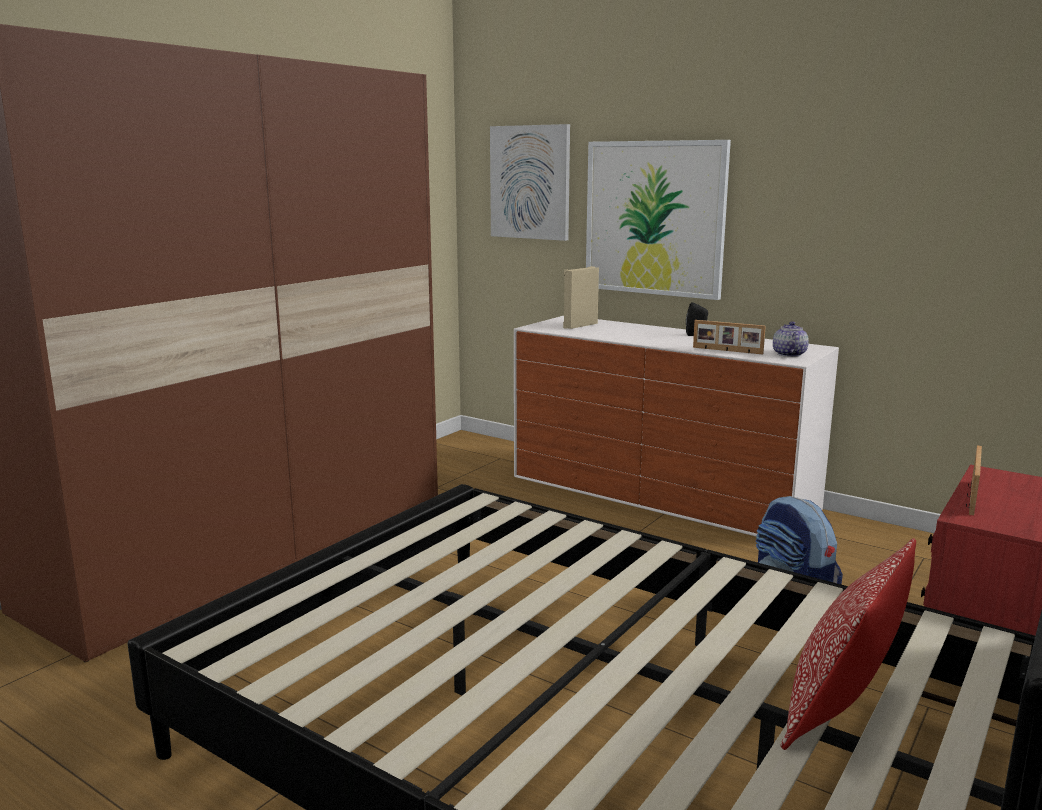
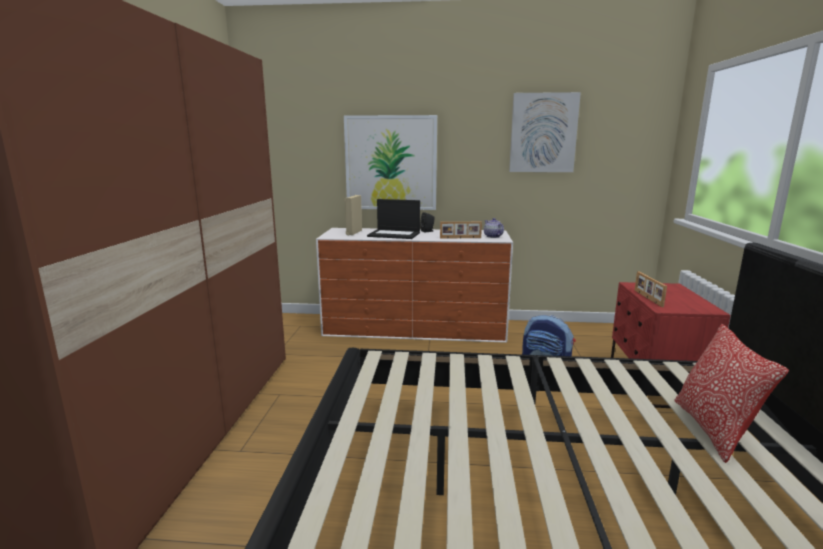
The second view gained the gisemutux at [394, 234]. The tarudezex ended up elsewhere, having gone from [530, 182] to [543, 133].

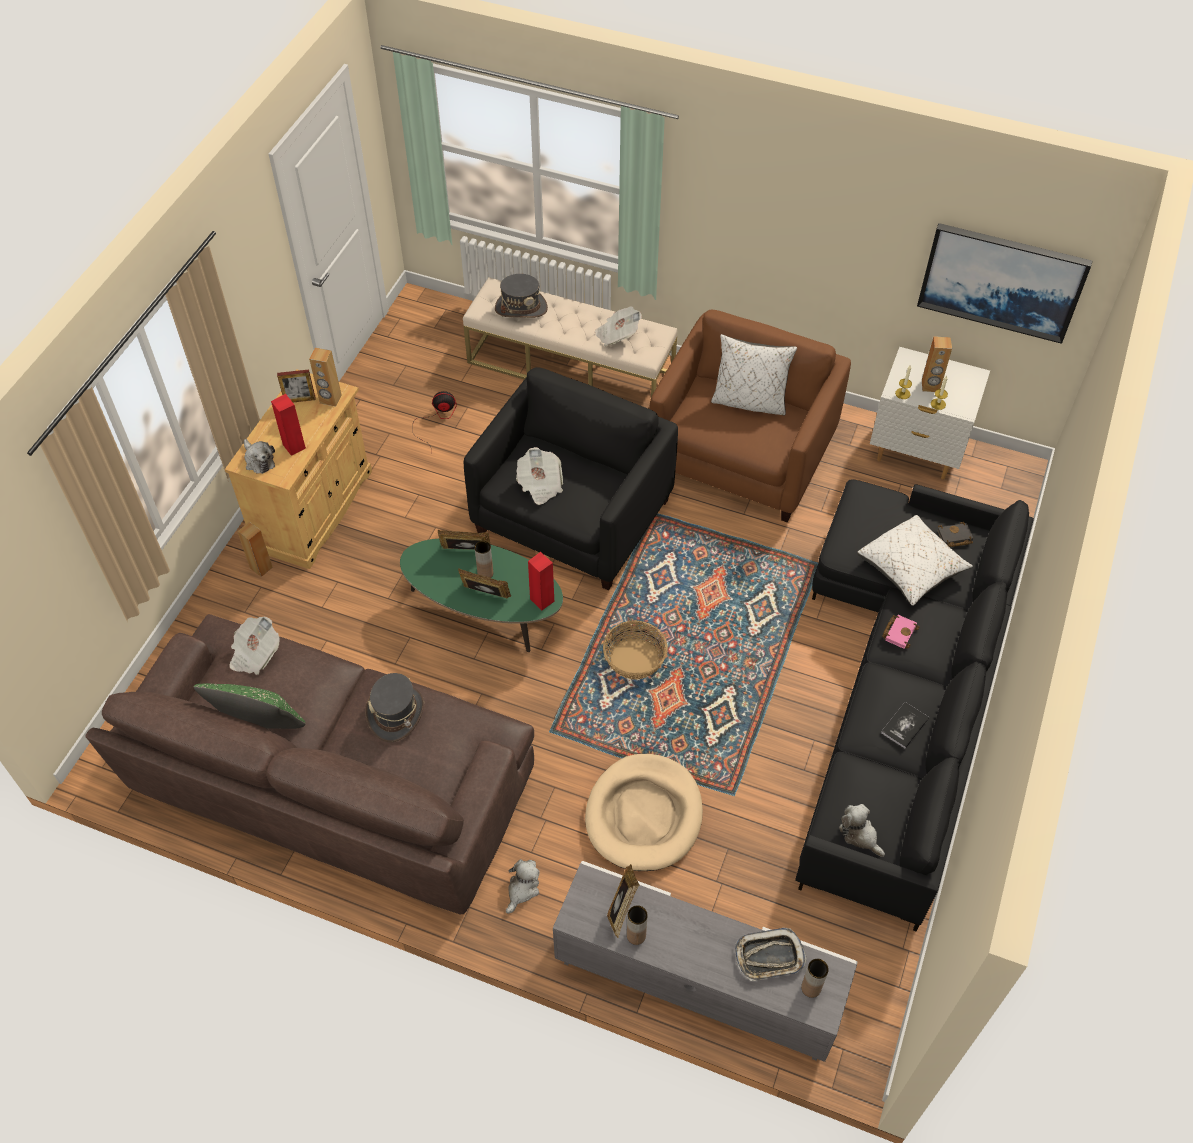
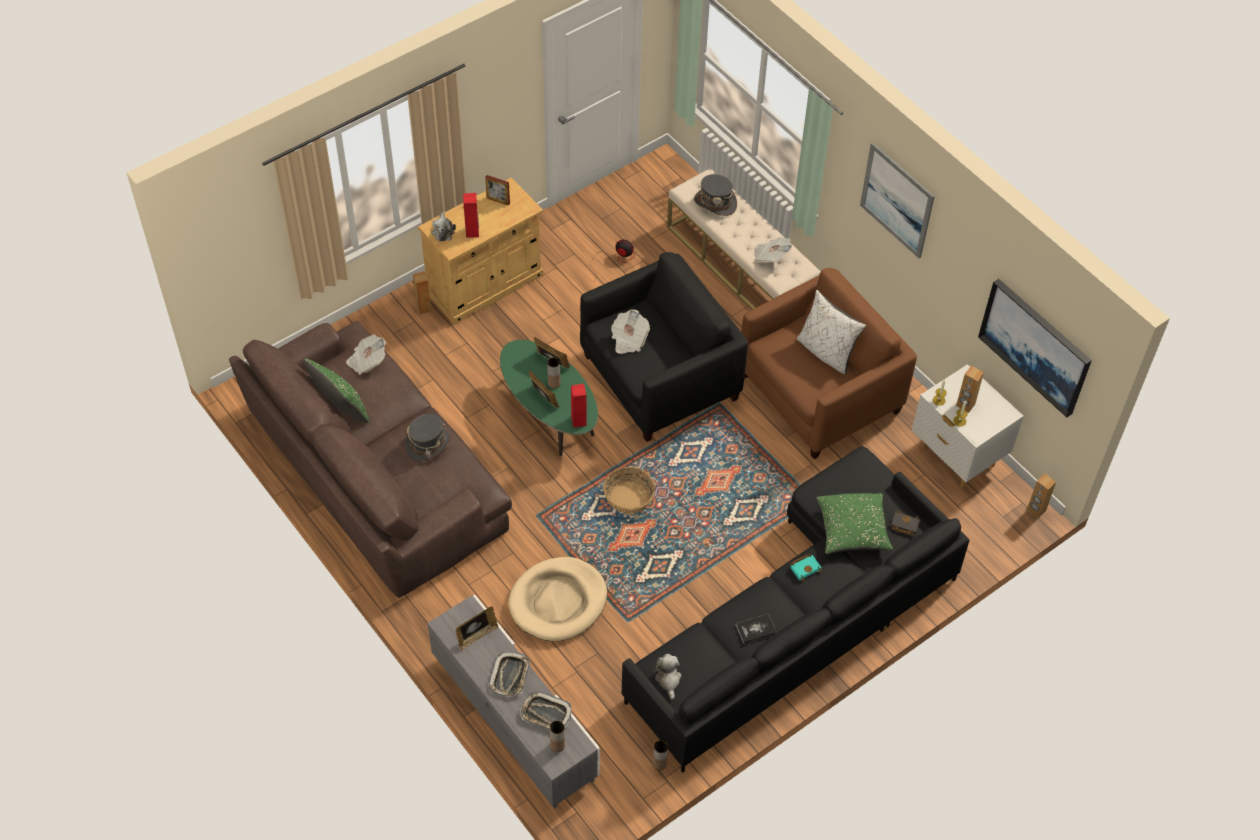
The second view gained the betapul at [510, 676]. The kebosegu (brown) ended up elsewhere, having gone from [636, 935] to [659, 763]. What was the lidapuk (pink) at [899, 632] turned into the lidapuk (turquoise) at [805, 567]. What was the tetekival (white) at [911, 569] turned into the tetekival (green) at [852, 530]. The second view gained the tarudezex at [897, 200]. The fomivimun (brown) ended up elsewhere, having gone from [330, 399] to [1036, 510]. The second view lost the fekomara at [522, 889].

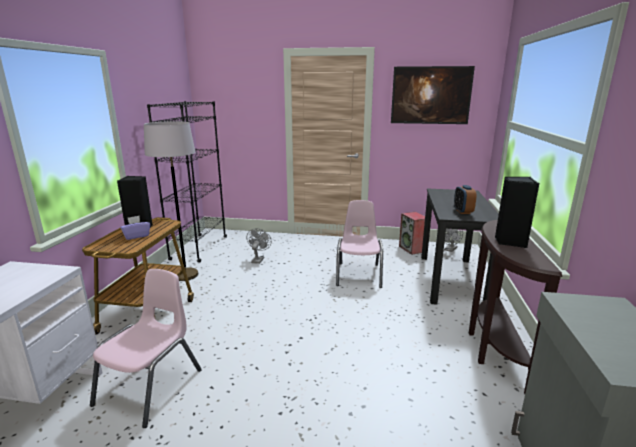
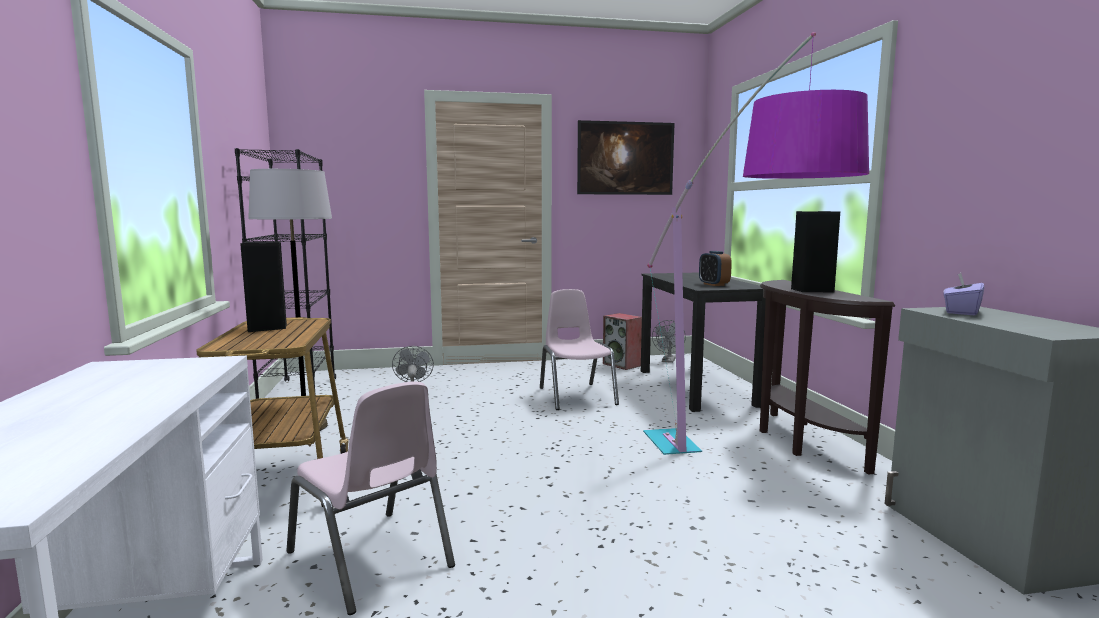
The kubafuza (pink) at [151, 387] ended up facing another way, 135 degrees clockwise from before. The second view gained the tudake at [720, 491]. The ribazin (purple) ended up elsewhere, having gone from [136, 236] to [961, 312].

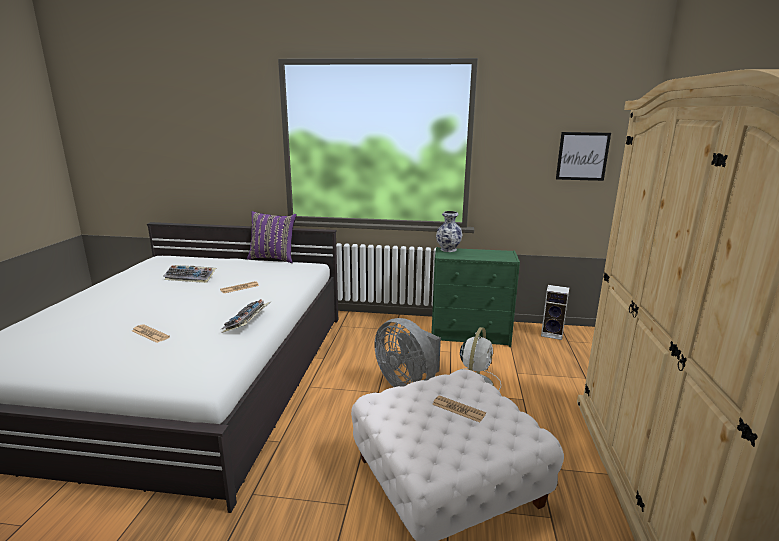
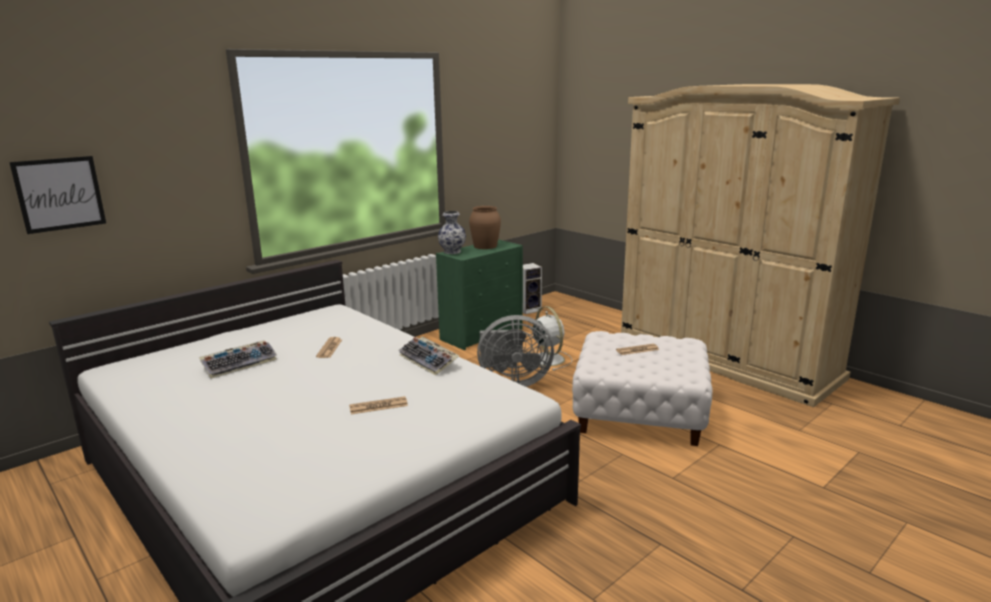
The tarudezex ended up elsewhere, having gone from [582, 156] to [60, 194]. The second view gained the kebosegu (brown) at [485, 246]. The second view lost the tetekival (purple) at [273, 258].

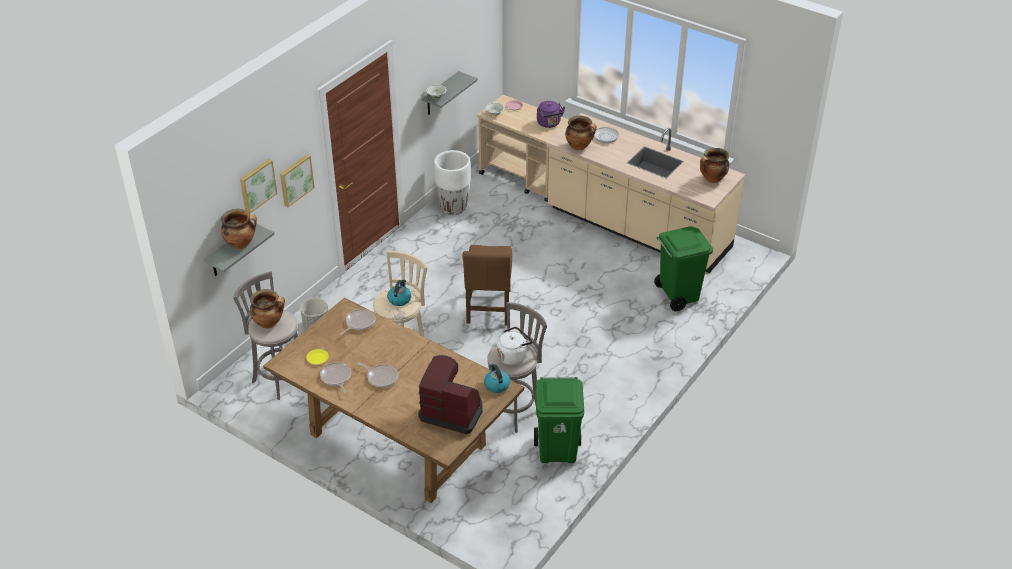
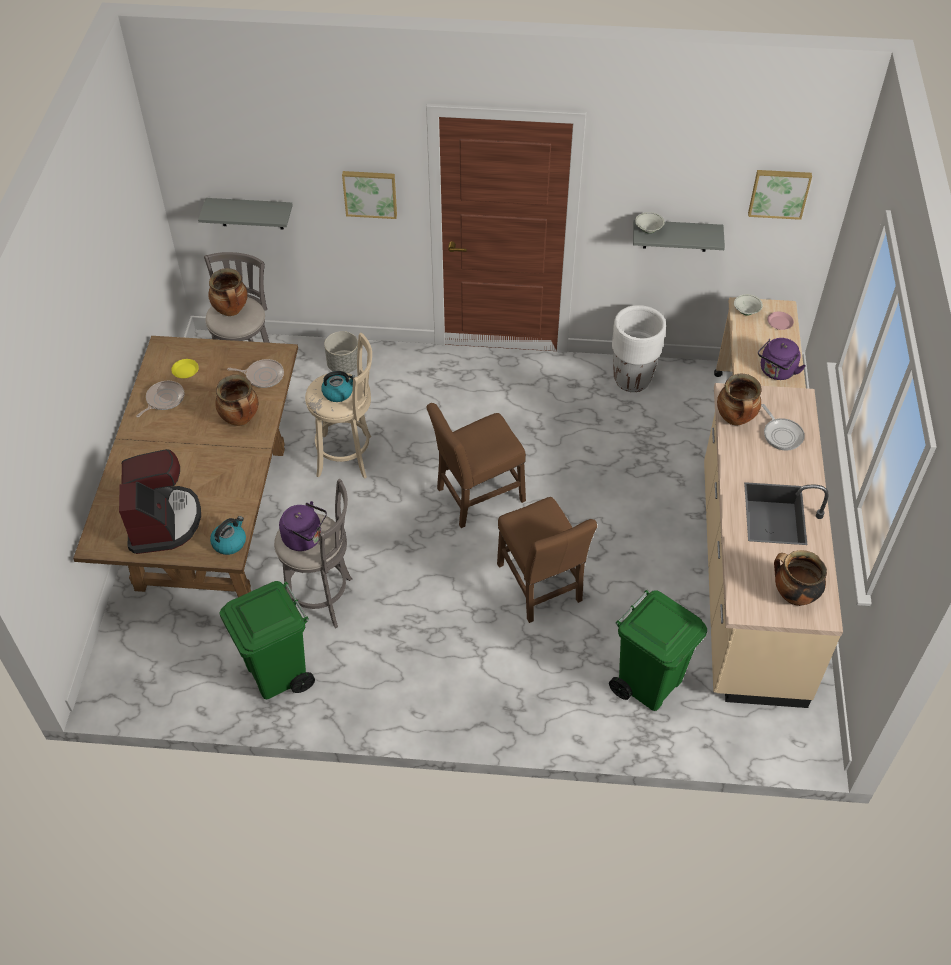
The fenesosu ended up elsewhere, having gone from [241, 244] to [241, 419]. What was the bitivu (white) at [513, 356] turned into the bitivu (purple) at [305, 538]. The second view gained the kubafuza (brown) at [540, 587]. The tarudezex ended up elsewhere, having gone from [257, 185] to [779, 193]. The second view lost the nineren at [381, 377].

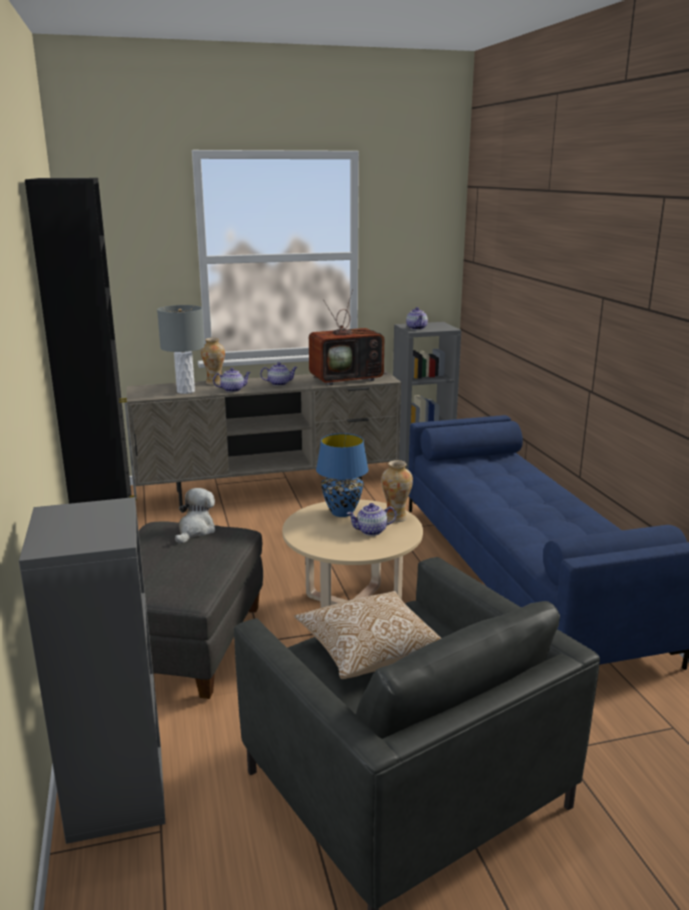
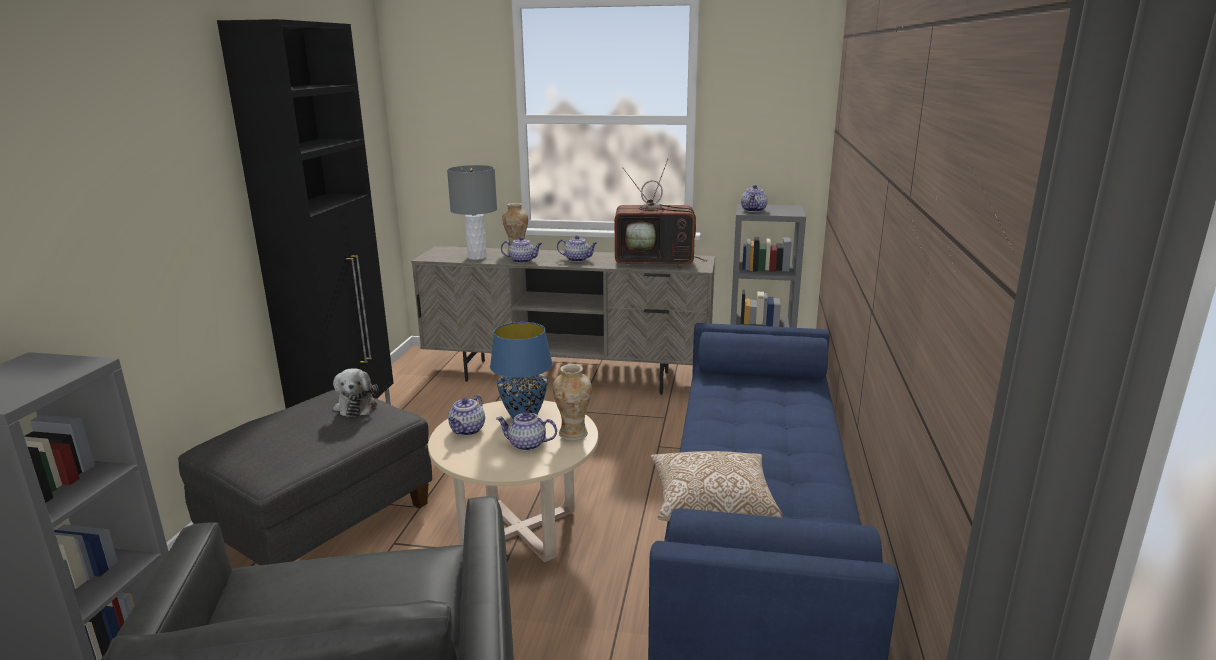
The fekomara at [195, 530] ended up facing another way, 120 degrees clockwise from before. The second view gained the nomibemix at [467, 430]. The tetekival ended up elsewhere, having gone from [369, 651] to [712, 504].

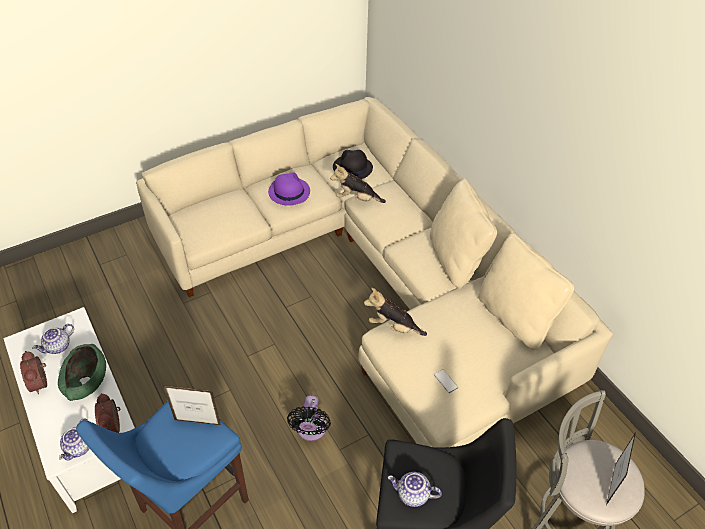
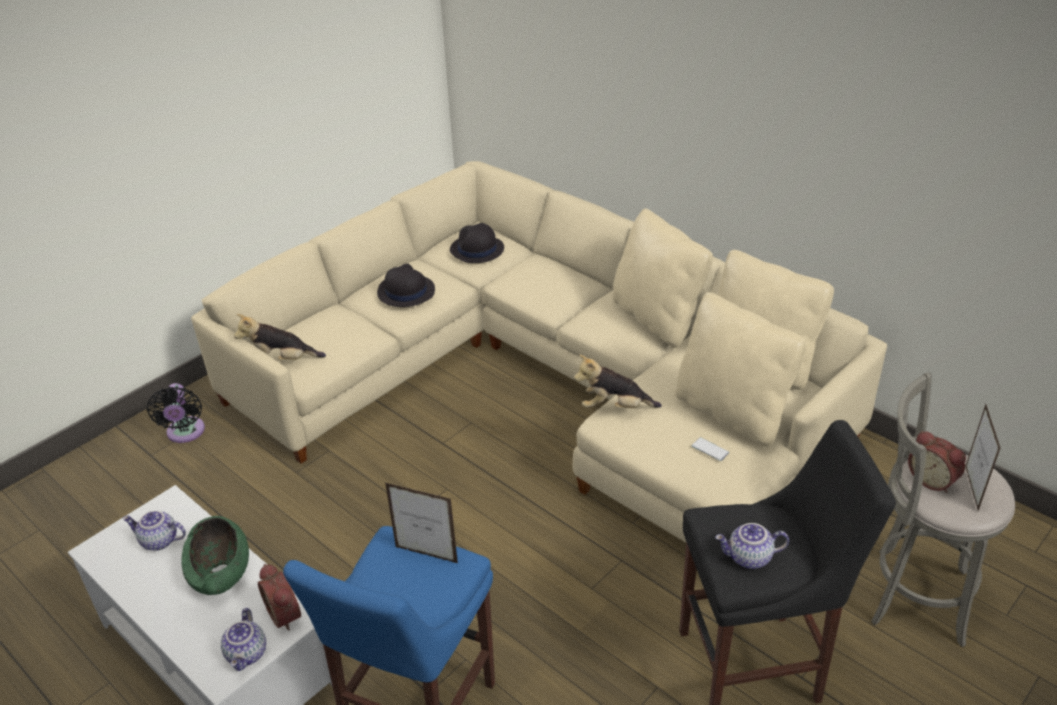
The nomibemix at [58, 347] ended up facing another way, 75 degrees clockwise from before. The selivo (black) ended up elsewhere, having gone from [311, 430] to [185, 433]. The fekomara ended up elsewhere, having gone from [356, 199] to [282, 361]. What was the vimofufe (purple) at [289, 192] turned into the vimofufe (black) at [405, 291]. The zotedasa at [197, 422] ended up facing another way, 150 degrees counterclockwise from before. The second view gained the tetekival (beige) at [731, 412]. The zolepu ended up elsewhere, having gone from [41, 382] to [932, 479].

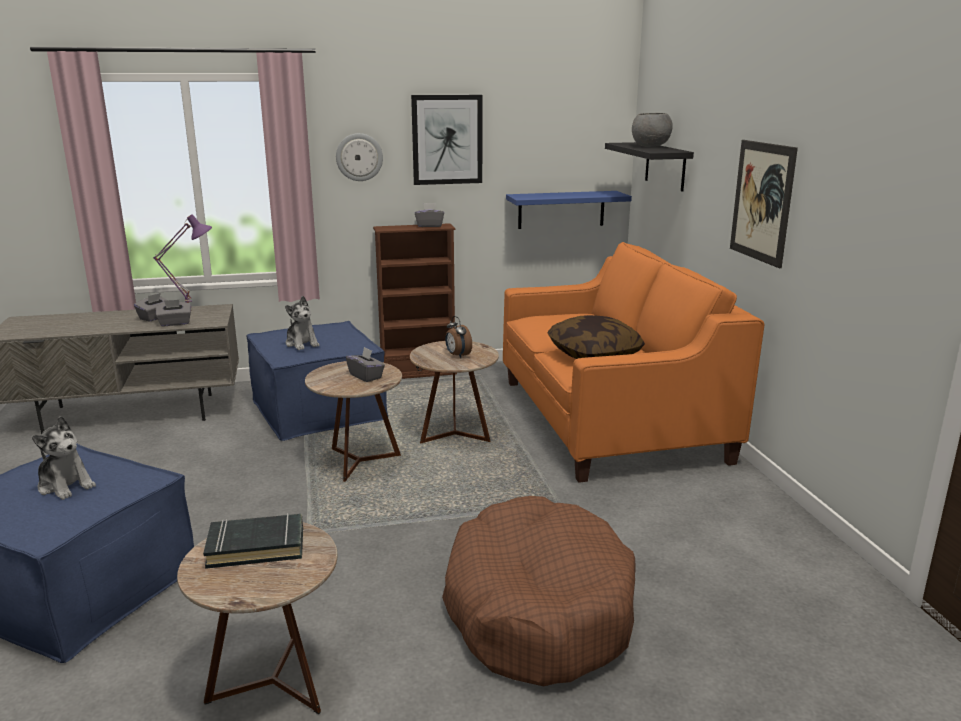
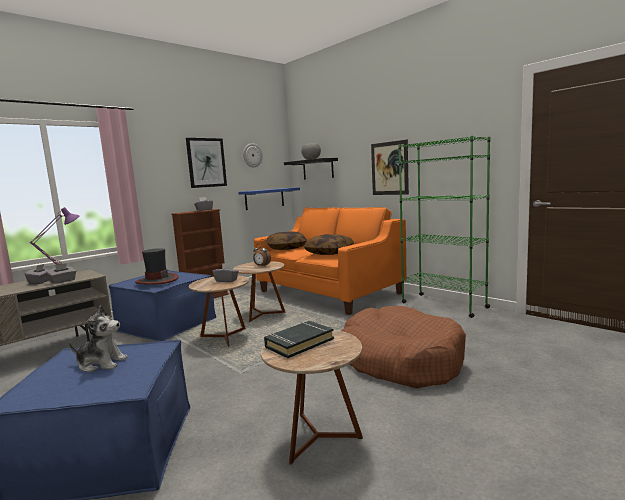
Where the fekomara stood at [302, 343], the vimofufe came to stand at [157, 280]. The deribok ended up elsewhere, having gone from [359, 157] to [252, 155]. The second view gained the tetekival at [286, 248]. The second view gained the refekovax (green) at [443, 305].

